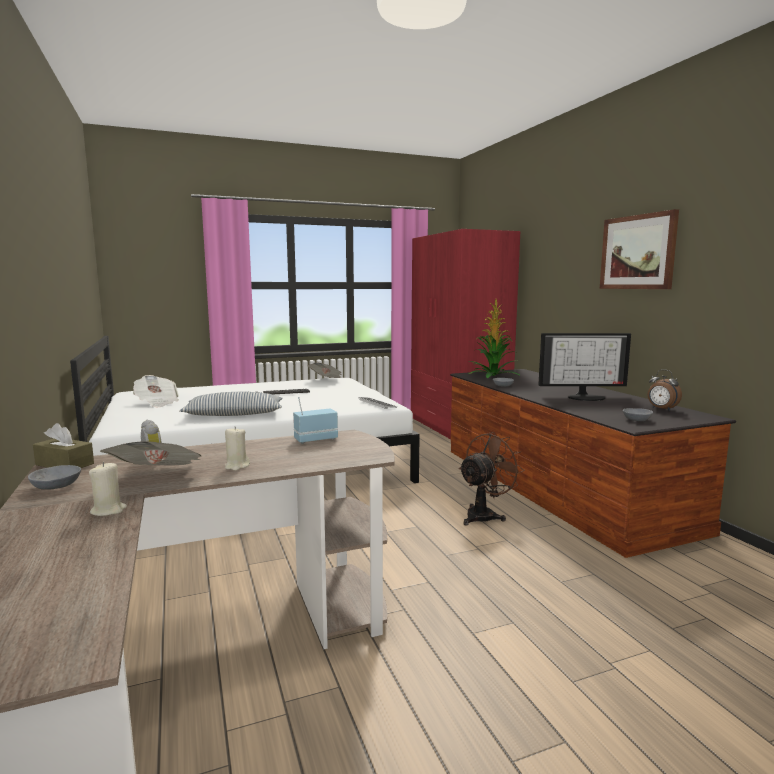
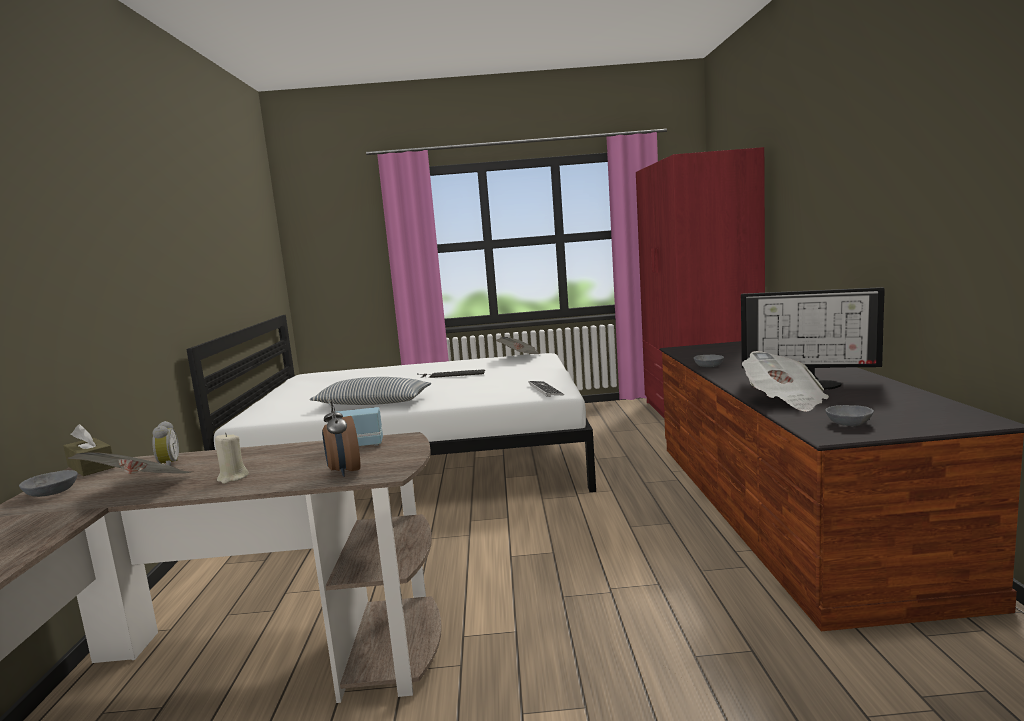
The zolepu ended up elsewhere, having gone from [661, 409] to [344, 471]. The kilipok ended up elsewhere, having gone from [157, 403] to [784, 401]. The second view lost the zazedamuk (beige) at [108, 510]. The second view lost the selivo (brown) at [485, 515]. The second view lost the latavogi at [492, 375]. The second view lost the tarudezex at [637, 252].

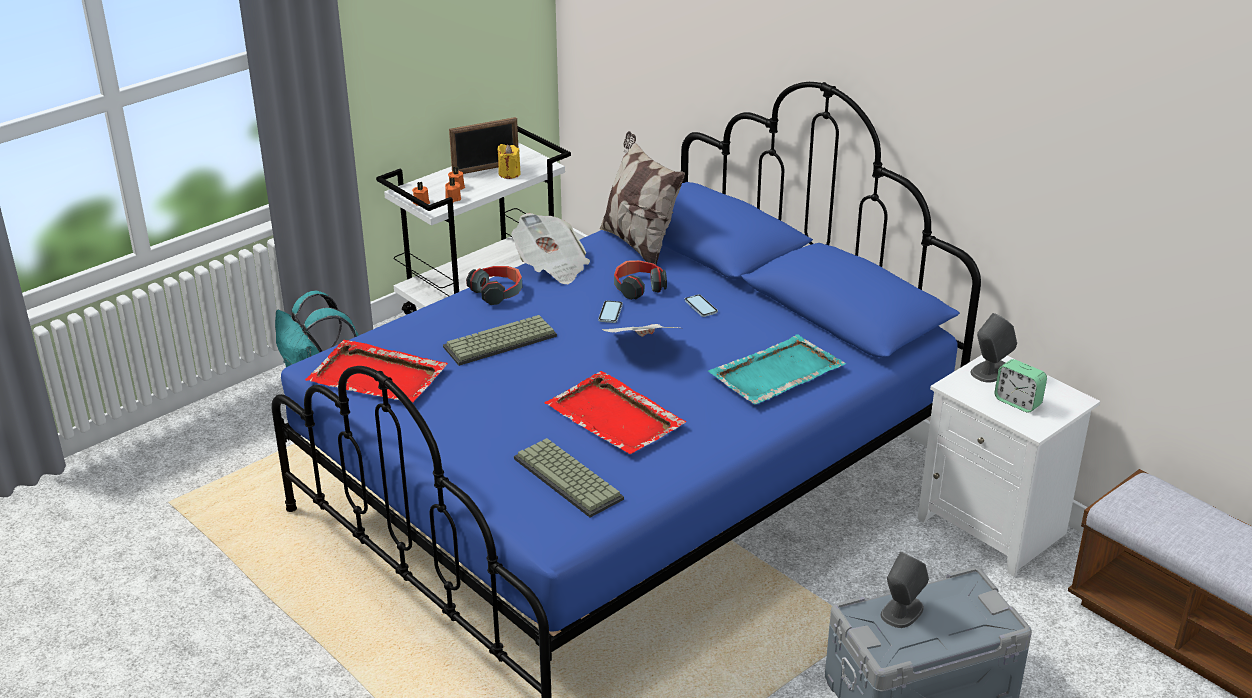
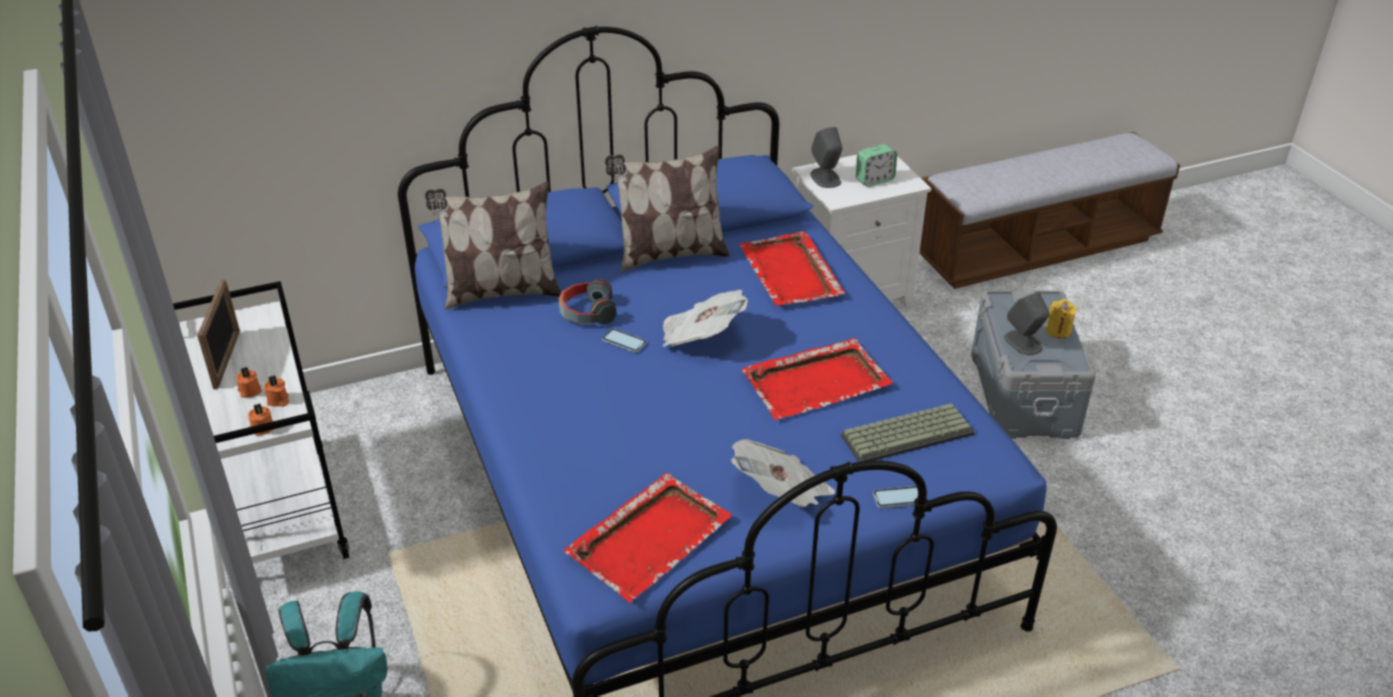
The second view gained the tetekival at [669, 254]. The kilipok ended up elsewhere, having gone from [551, 266] to [782, 494]. What was the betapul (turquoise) at [775, 373] turned into the betapul (red) at [790, 273]. The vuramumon ended up elsewhere, having gone from [701, 307] to [898, 498]. The zazedamuk (yellow) ended up elsewhere, having gone from [509, 174] to [1058, 331]. The second view lost the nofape at [500, 343]. The second view lost the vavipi at [497, 292].

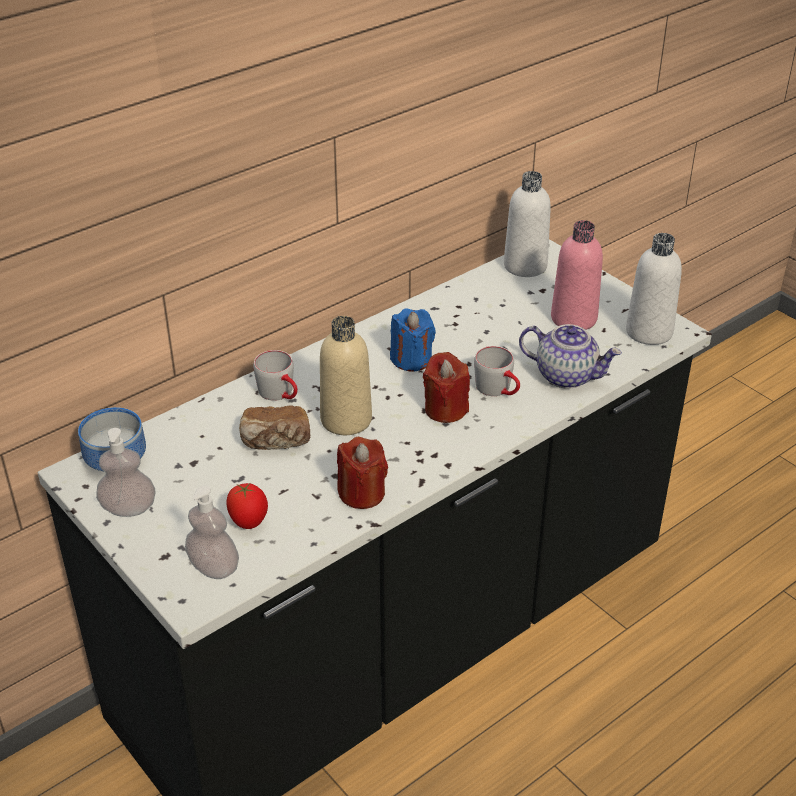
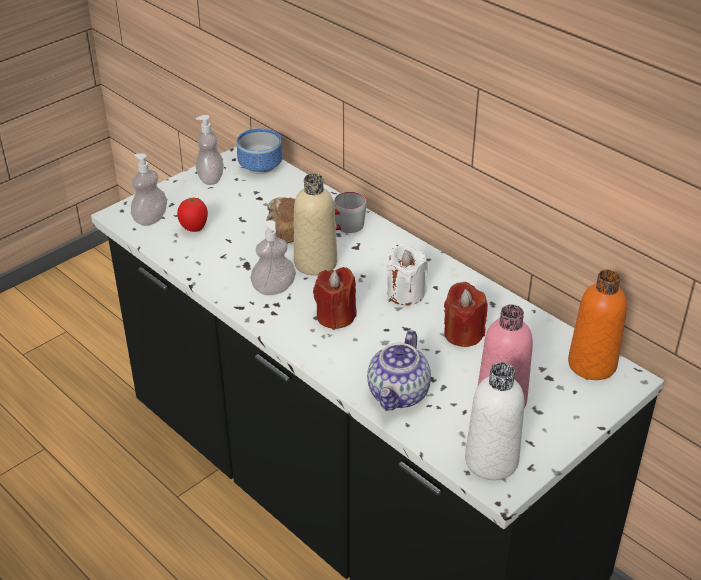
The second view gained the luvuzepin at [274, 288]. What was the zazedamuk (blue) at [411, 359] turned into the zazedamuk (white) at [405, 293]. The zazedamuk (red) ended up elsewhere, having gone from [362, 493] to [463, 334]. What was the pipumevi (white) at [525, 266] turned into the pipumevi (orange) at [592, 364]. The second view lost the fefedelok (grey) at [498, 390].

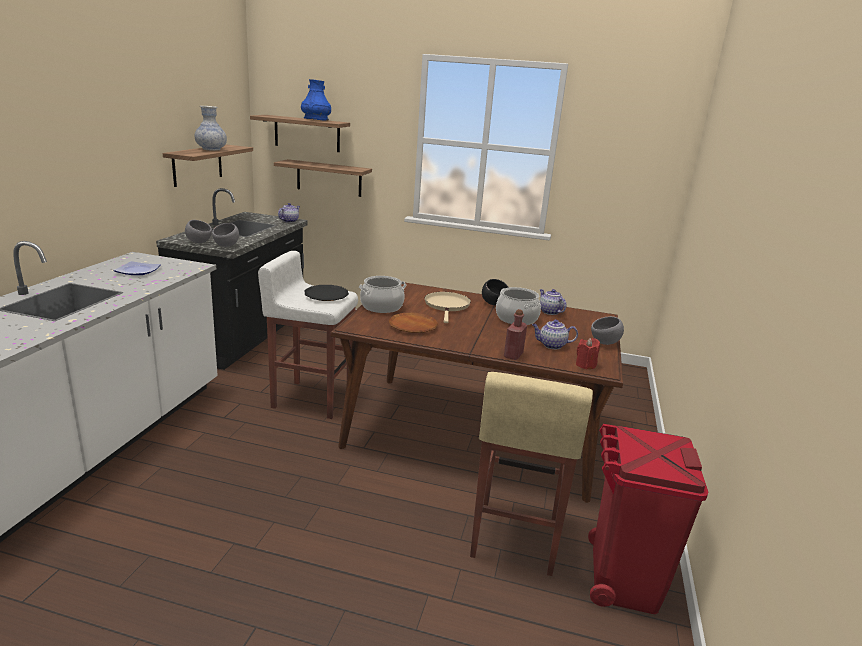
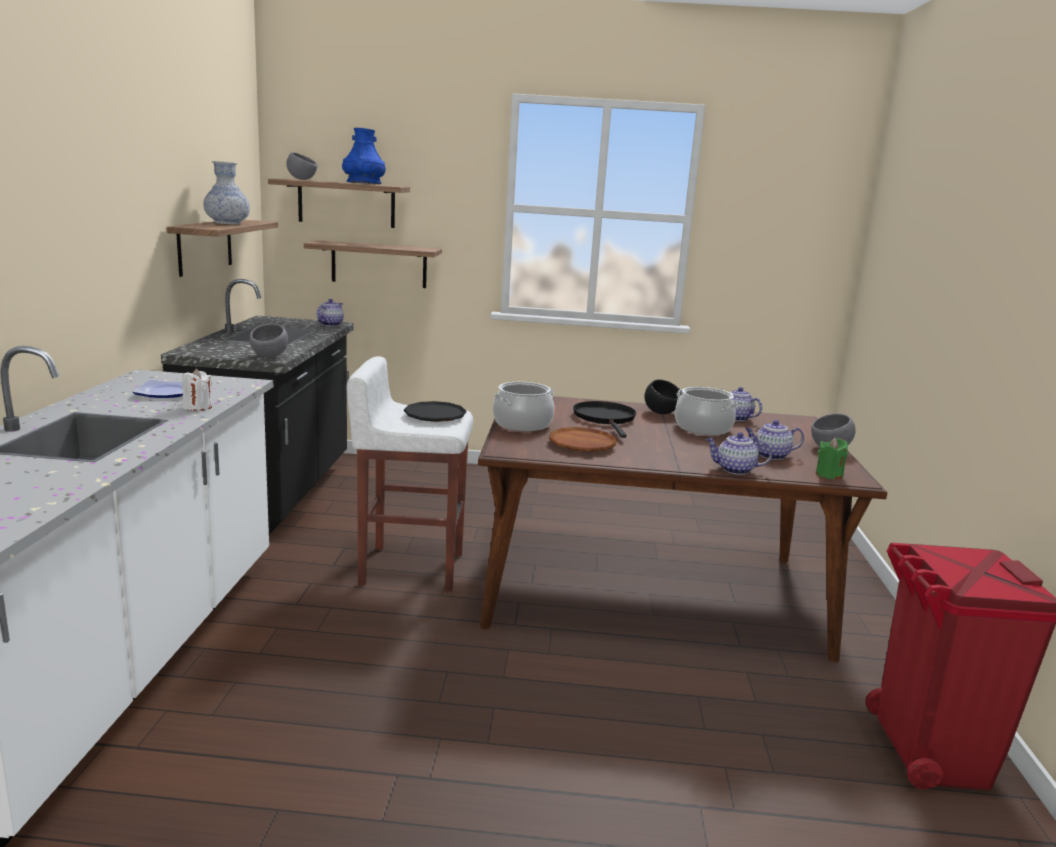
The second view gained the zazedamuk (white) at [197, 407]. The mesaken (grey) ended up elsewhere, having gone from [199, 242] to [302, 179]. What was the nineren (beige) at [447, 306] turned into the nineren (black) at [605, 418]. Where the pipumevi (red) stood at [513, 355], the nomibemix came to stand at [734, 470]. What was the zazedamuk (red) at [585, 365] turned into the zazedamuk (green) at [829, 475]. The second view lost the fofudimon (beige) at [513, 536].

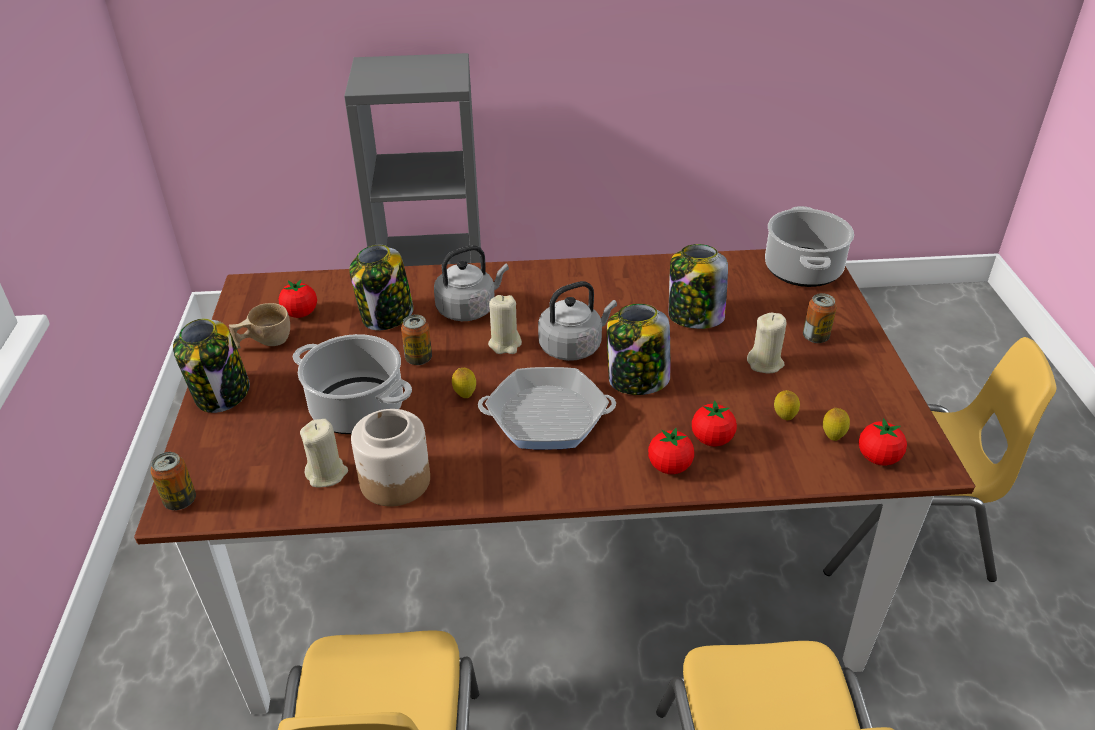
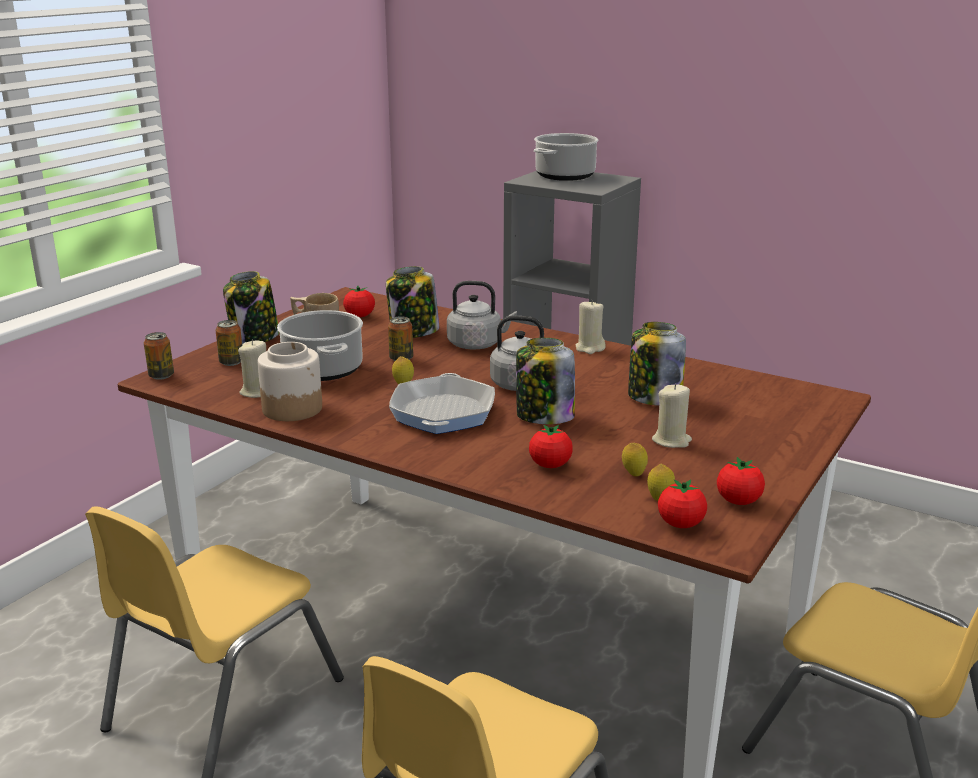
The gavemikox ended up elsewhere, having gone from [815, 337] to [231, 362]. The nineren at [547, 416] ended up facing another way, 60 degrees clockwise from before. The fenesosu ended up elsewhere, having gone from [803, 270] to [565, 176]. The zazedamuk (beige) ended up elsewhere, having gone from [505, 344] to [590, 348]. The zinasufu ended up elsewhere, having gone from [669, 467] to [738, 501].

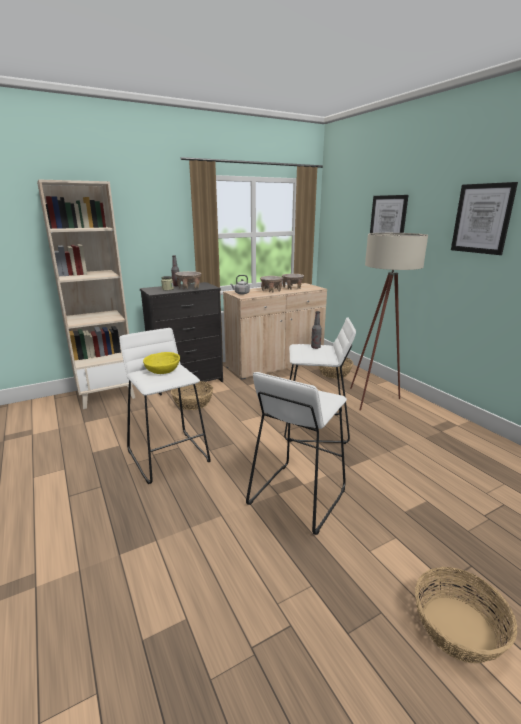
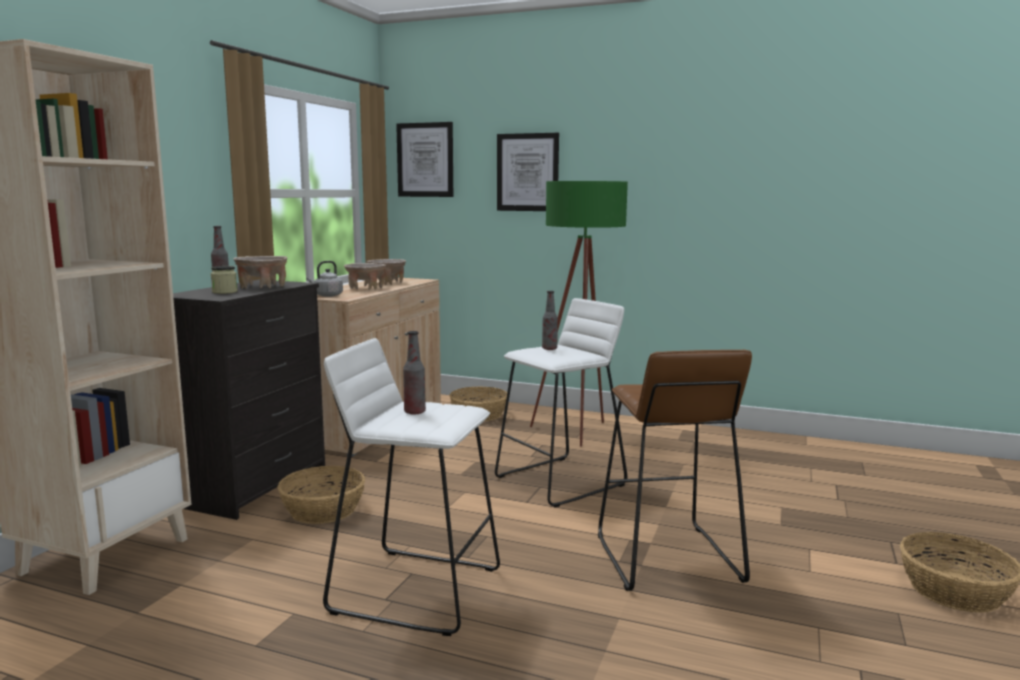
The tarudezex ended up elsewhere, having gone from [482, 218] to [425, 160]. Where the mesaken (yellow) stood at [163, 371], the pipumevi came to stand at [414, 412]. What was the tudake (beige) at [376, 399] turned into the tudake (green) at [579, 430]. What was the fofudimon (white) at [296, 497] turned into the fofudimon (brown) at [666, 558].

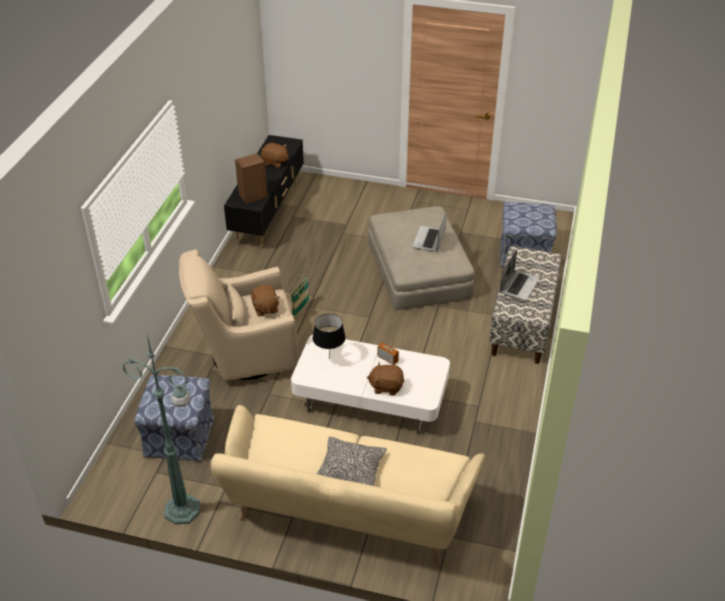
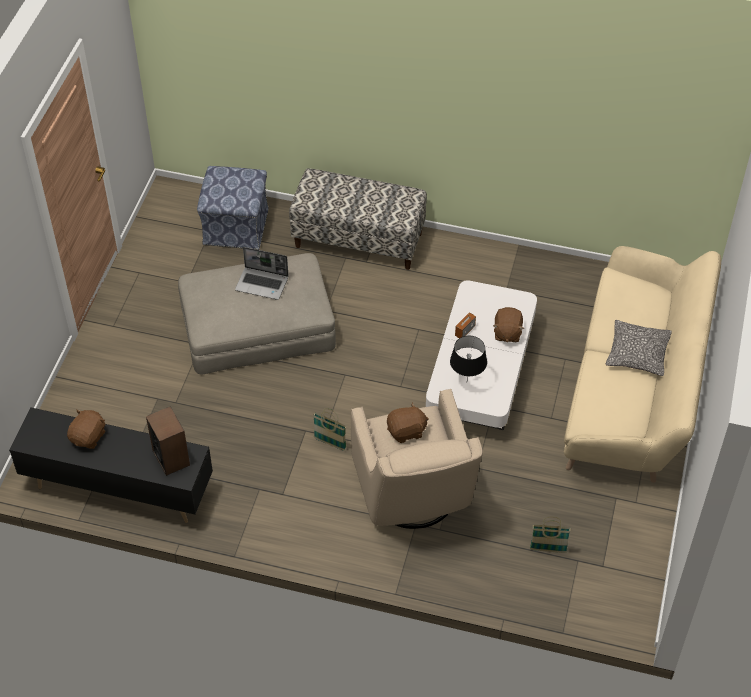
Where the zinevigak stood at [179, 436], the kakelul came to stand at [548, 549]. The second view lost the tudake (green) at [184, 510]. The second view lost the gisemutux at [519, 285].

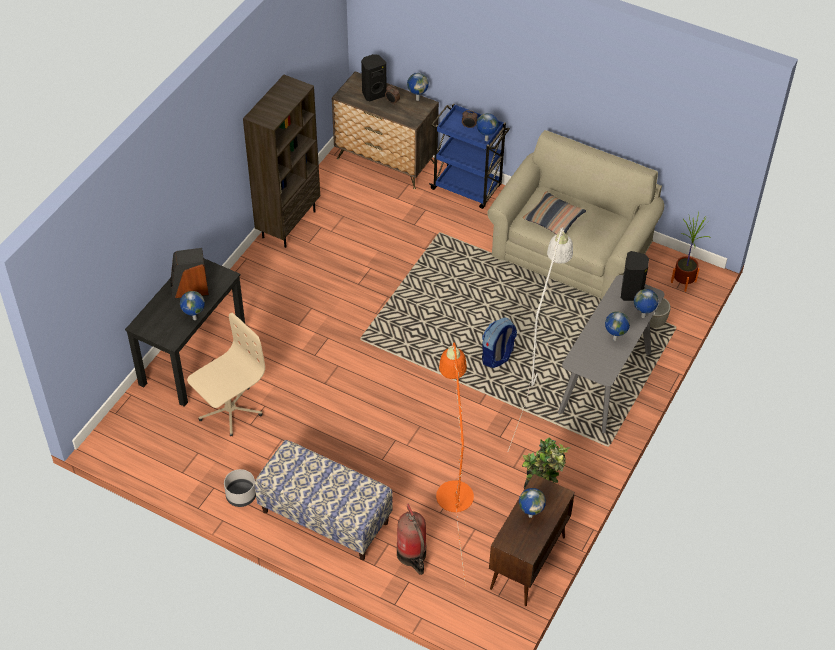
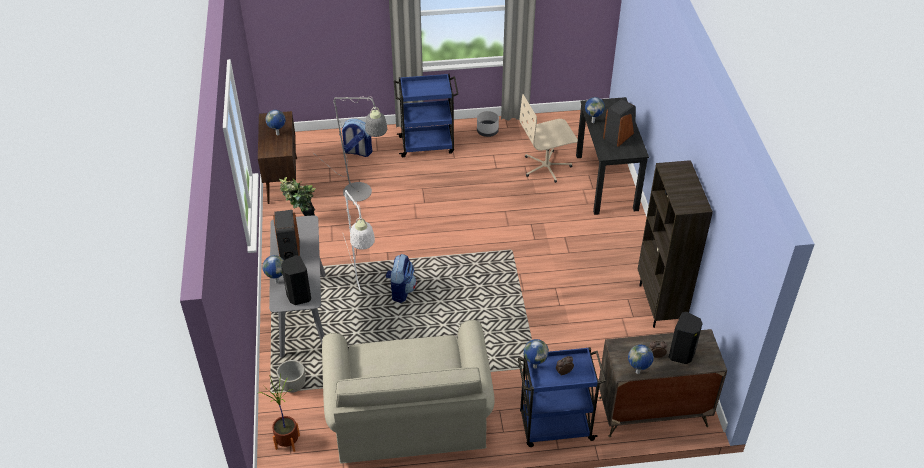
Where the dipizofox stood at [614, 339], the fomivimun came to stand at [289, 253]. What was the tudake (orange) at [453, 487] turned into the tudake (grey) at [362, 195]. Where the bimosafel stood at [412, 555], the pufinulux came to stand at [357, 152]. Where the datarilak stood at [324, 517], the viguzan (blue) came to stand at [427, 144]. The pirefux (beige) at [229, 410] ended up facing another way, 60 degrees clockwise from before. The second view lost the tetekival at [553, 219].

